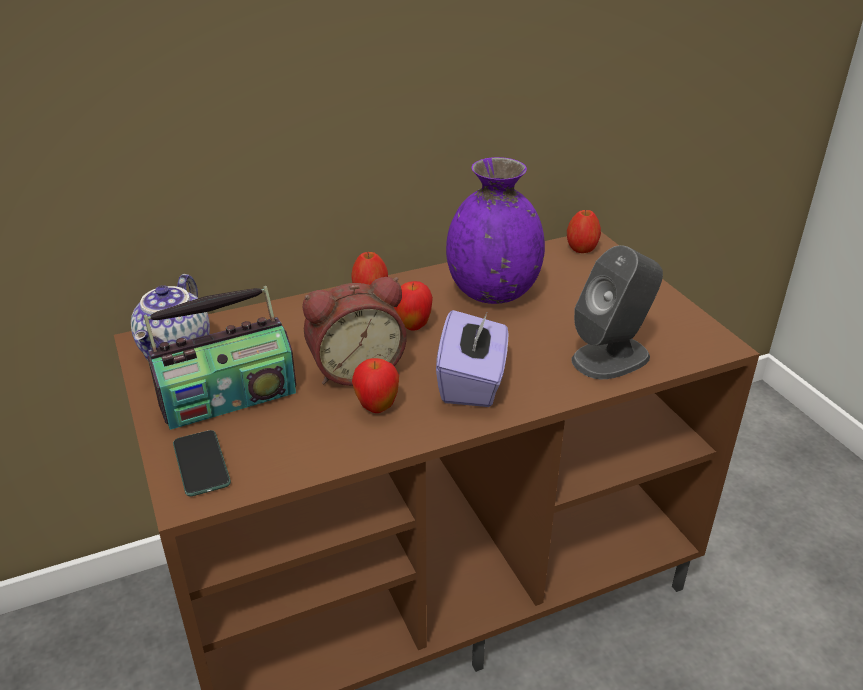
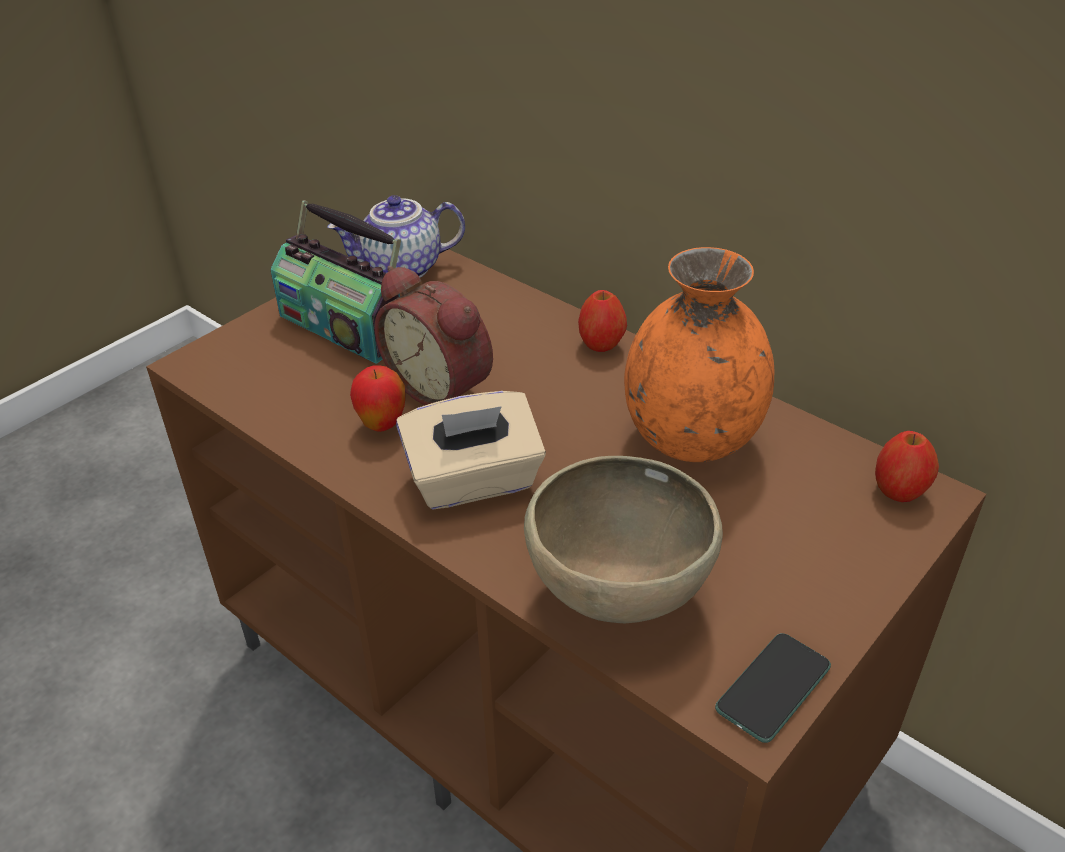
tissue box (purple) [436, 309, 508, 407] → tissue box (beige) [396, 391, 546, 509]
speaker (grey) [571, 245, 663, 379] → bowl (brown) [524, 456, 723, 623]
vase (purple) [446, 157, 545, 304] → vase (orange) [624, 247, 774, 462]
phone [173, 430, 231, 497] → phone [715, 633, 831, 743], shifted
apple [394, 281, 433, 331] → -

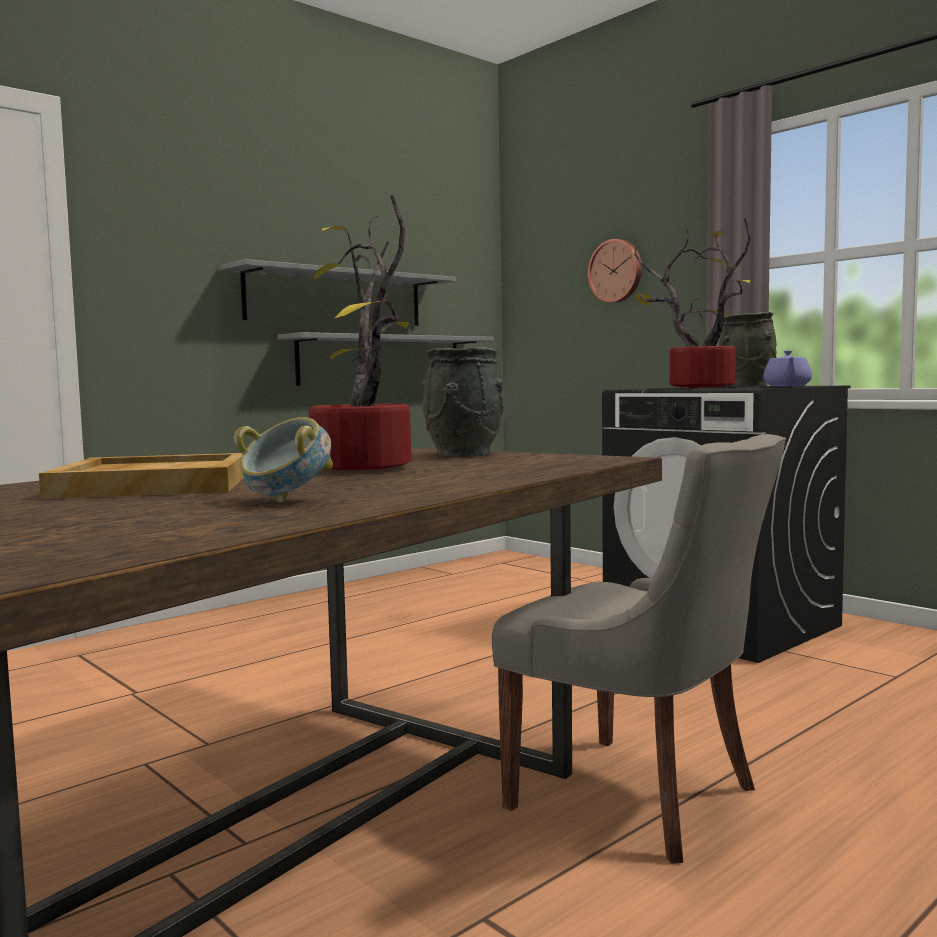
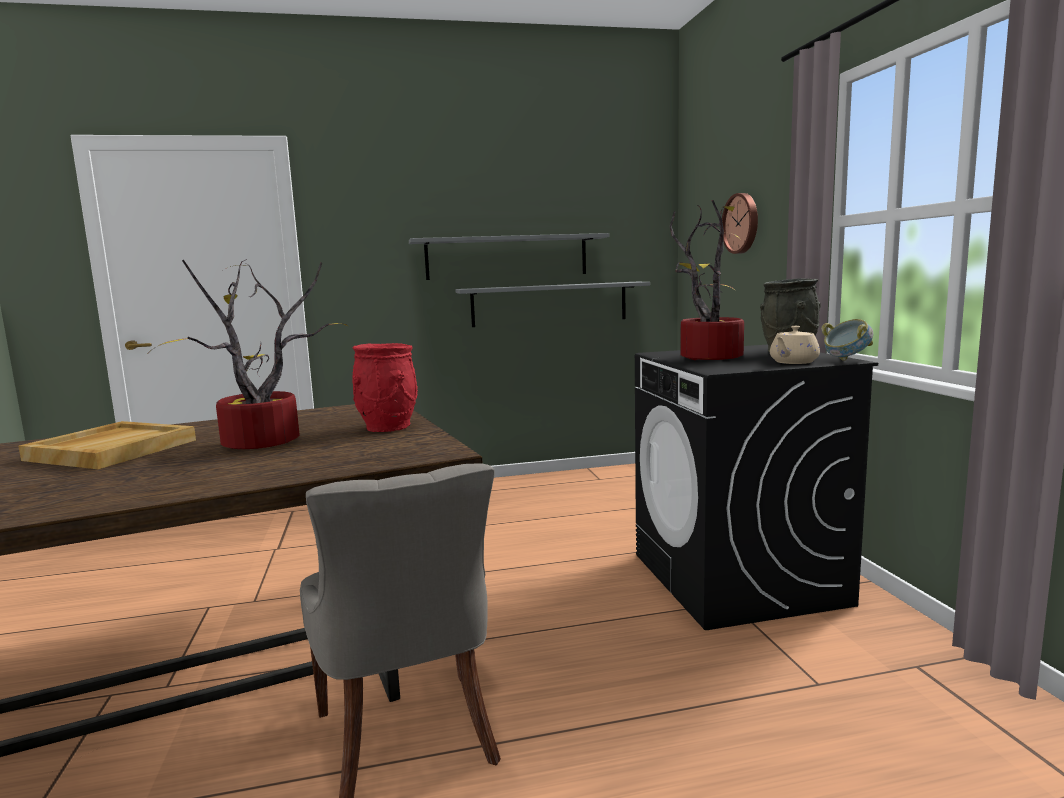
vase (grey) [422, 347, 504, 457] → vase (red) [352, 343, 418, 432]
teapot (purple) [763, 350, 812, 387] → teapot (beige) [770, 326, 820, 364]
bowl [234, 417, 333, 502] → bowl [821, 319, 873, 361], shifted

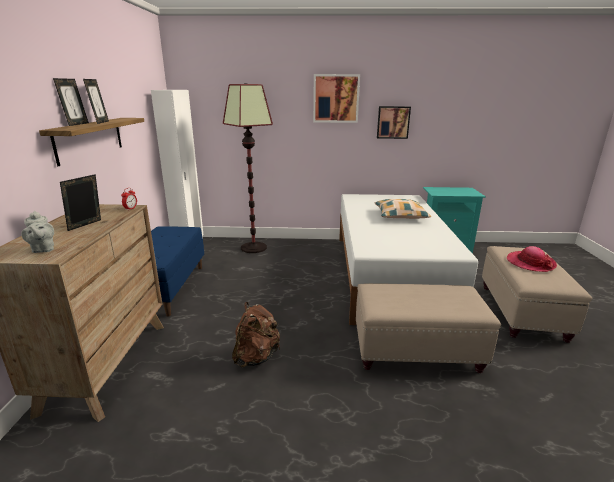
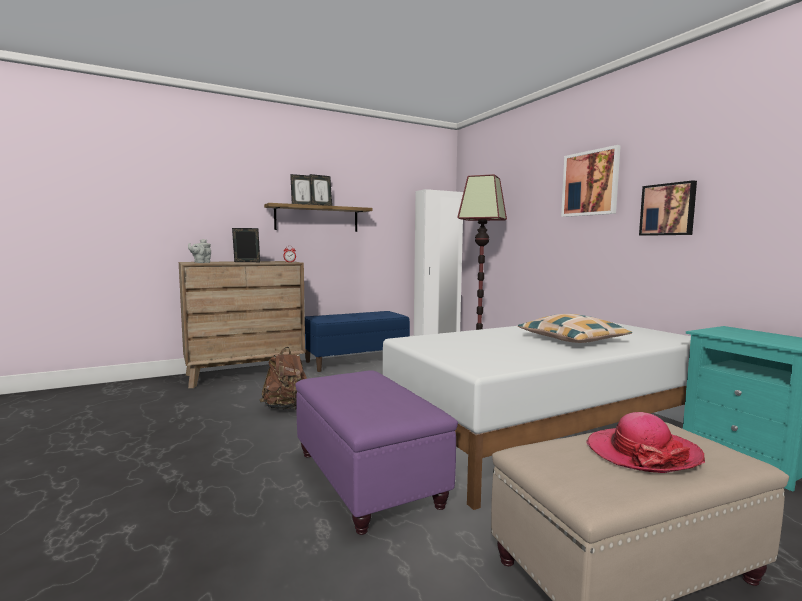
ottoman (beige) [356, 283, 501, 373] → ottoman (purple) [296, 370, 458, 535]

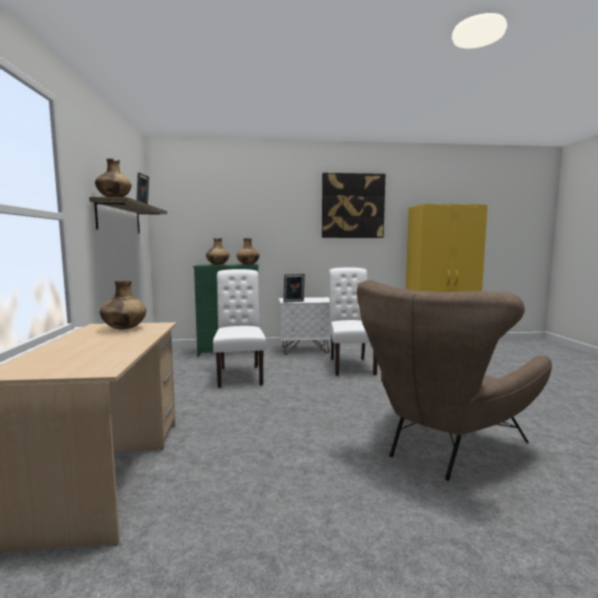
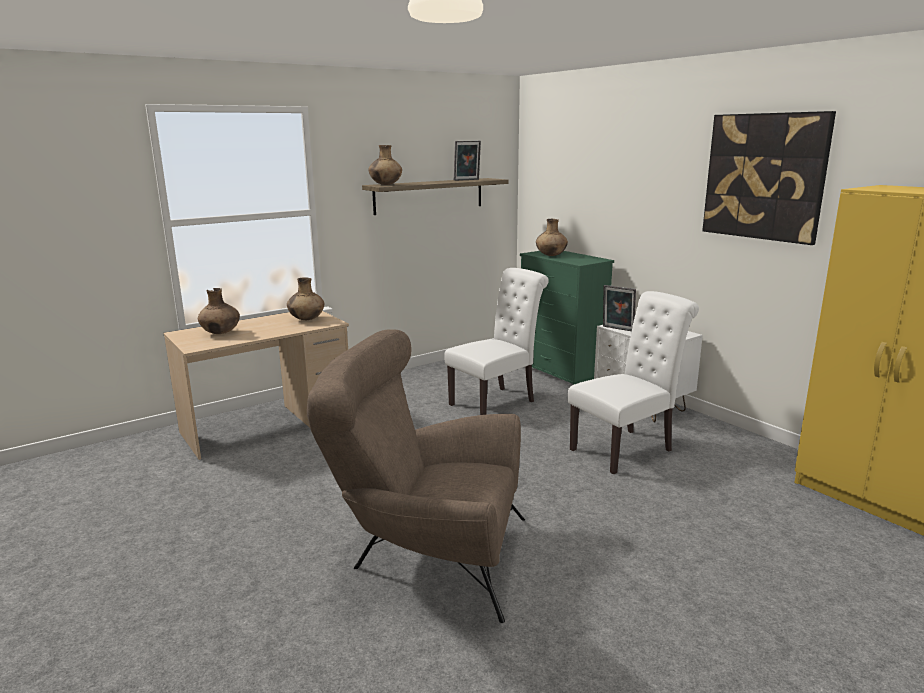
vase (brown) [236, 238, 260, 265] → vase (brown) [198, 288, 240, 334], shifted

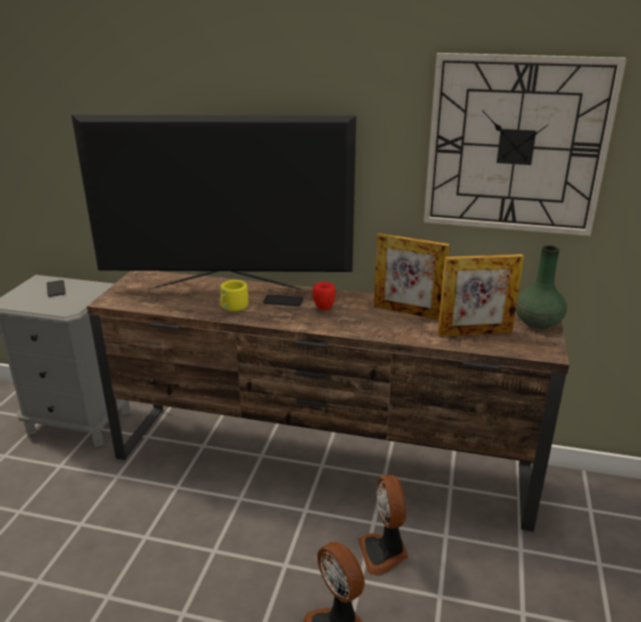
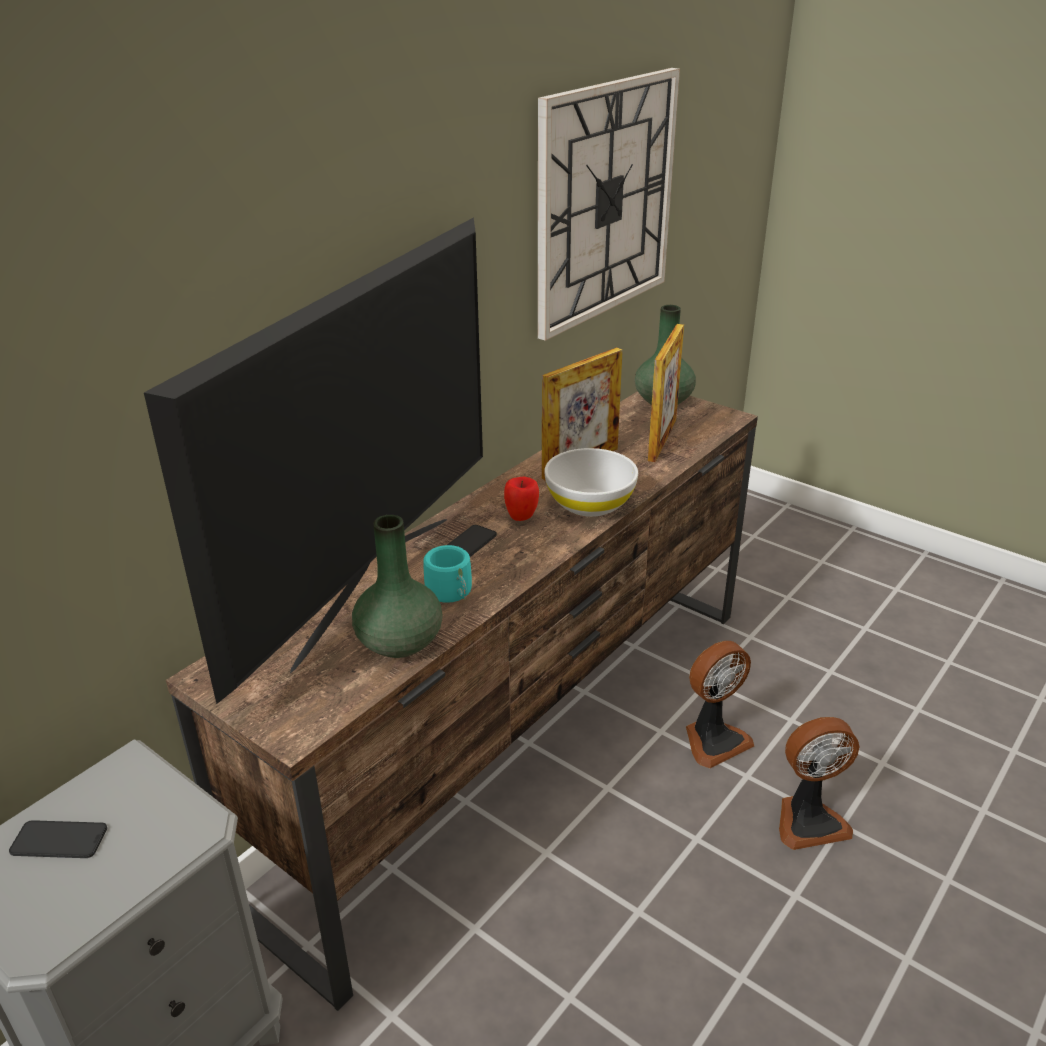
- → vase (green) [352, 515, 443, 658]
mug (yellow) [220, 280, 248, 311] → mug (turquoise) [423, 545, 472, 603]
- → bowl (white) [544, 448, 638, 517]
fan [358, 475, 408, 576] → fan [686, 641, 754, 768], 45 degrees counterclockwise

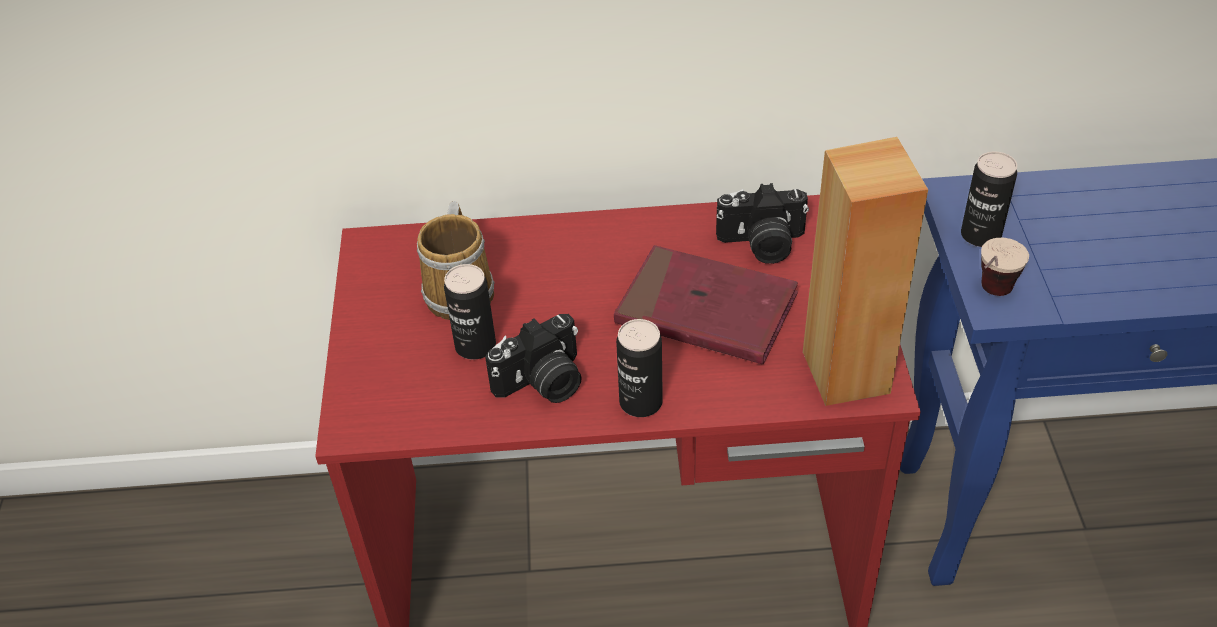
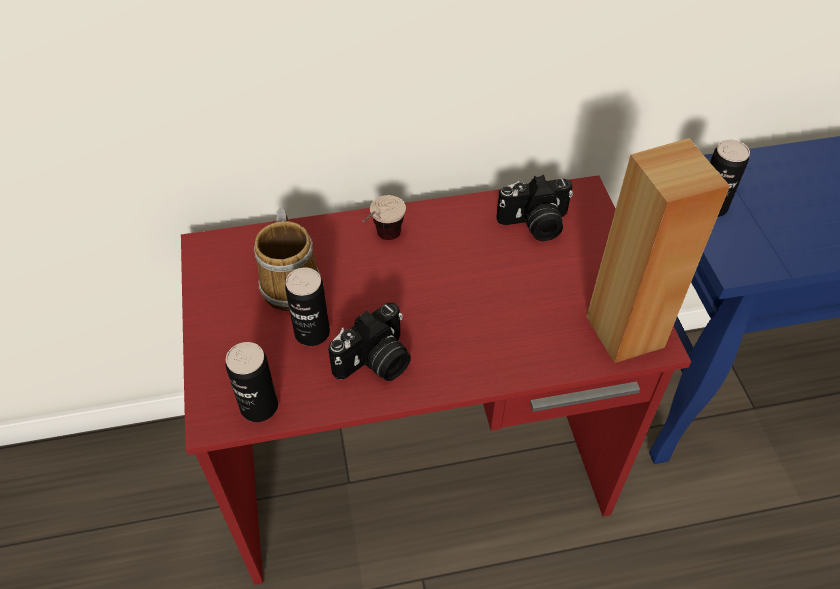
can [616, 319, 663, 417] → can [226, 342, 278, 422], shifted
cup [981, 238, 1029, 296] → cup [362, 195, 406, 240], shifted
book (red) [614, 245, 798, 364] → -

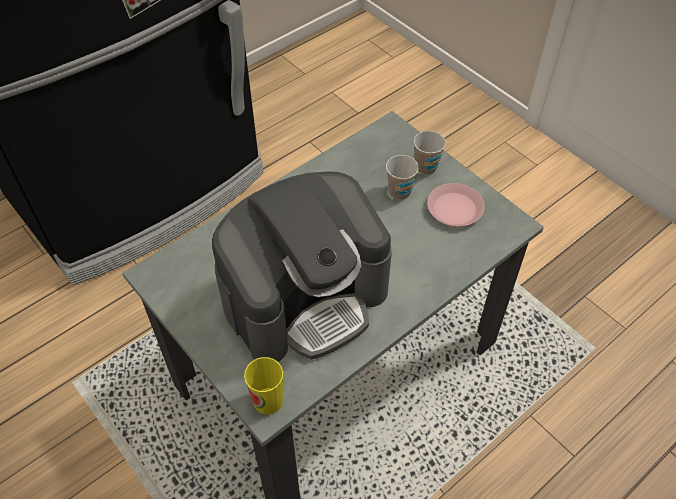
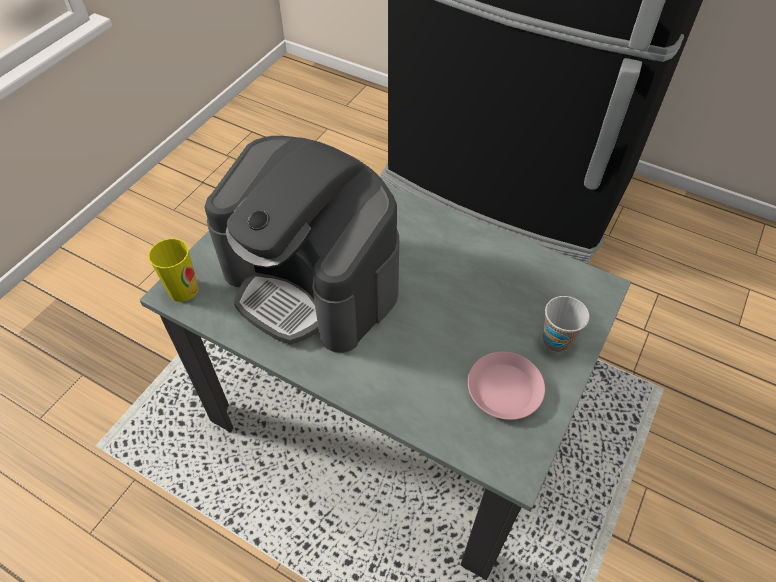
cup [386, 155, 419, 200] → -

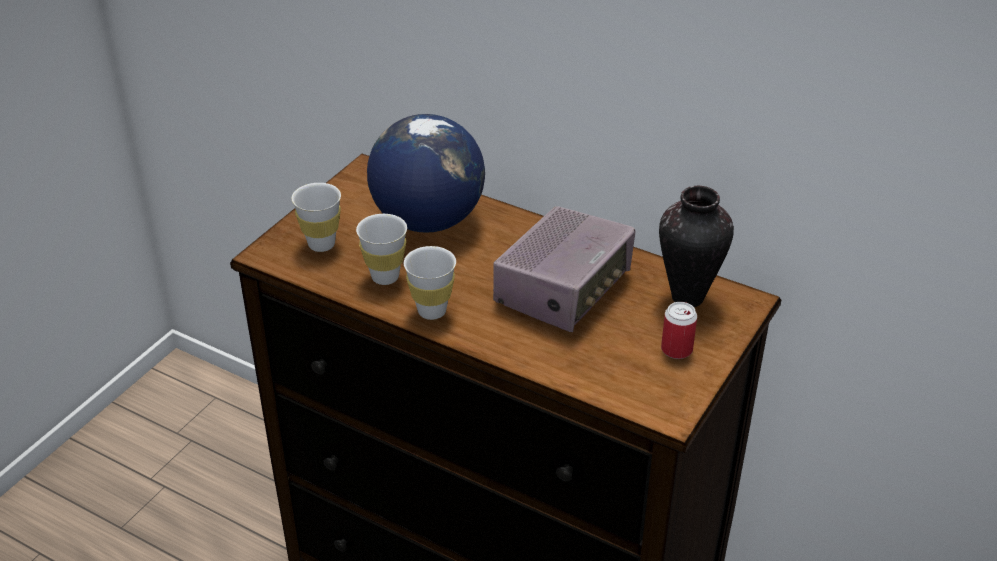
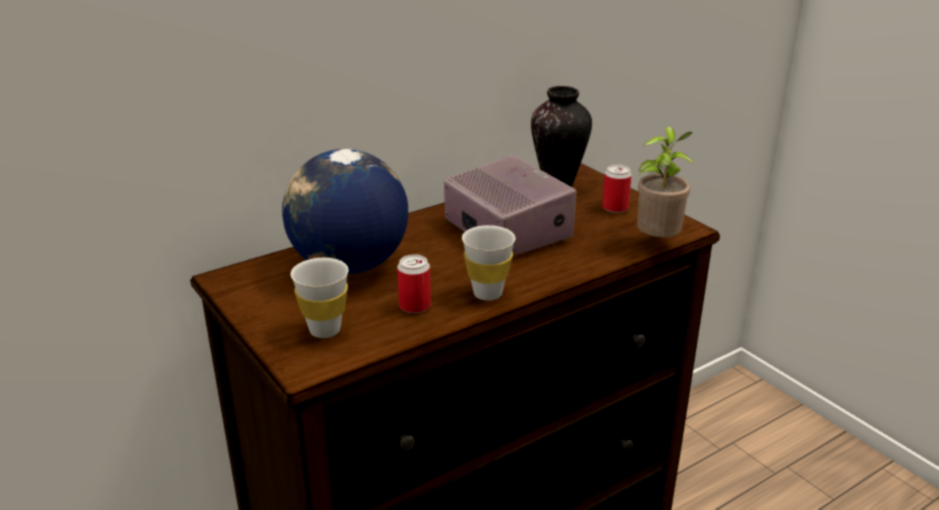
cup (white) [356, 214, 407, 285] → can [397, 254, 431, 313]
- → potted plant [637, 126, 695, 237]

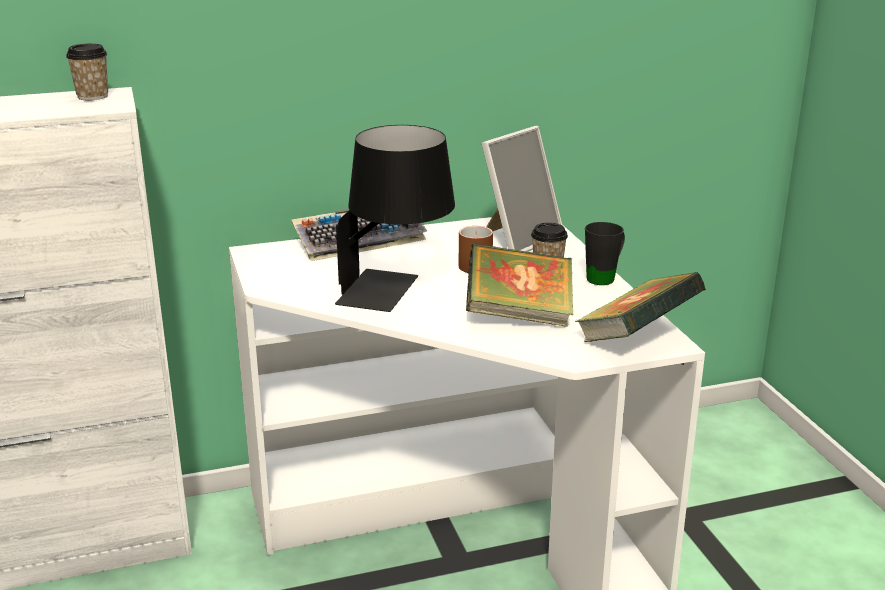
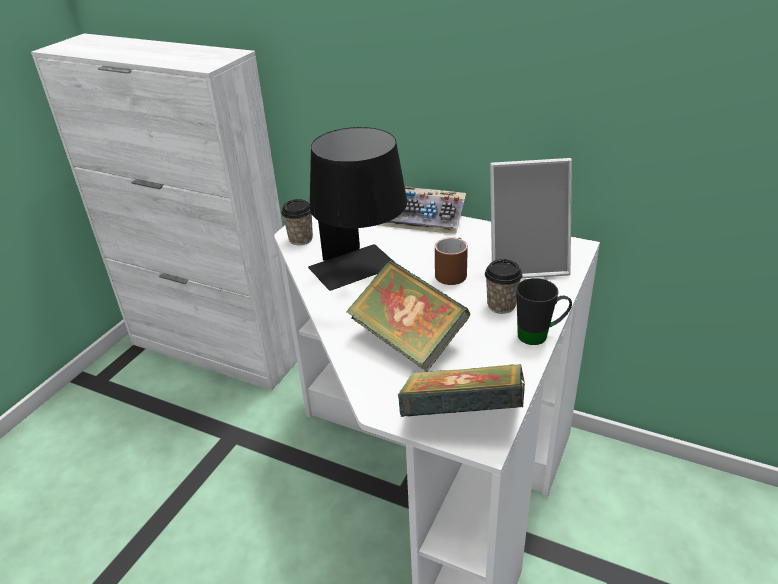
cup [66, 43, 108, 101] → cup [281, 199, 313, 245], shifted

